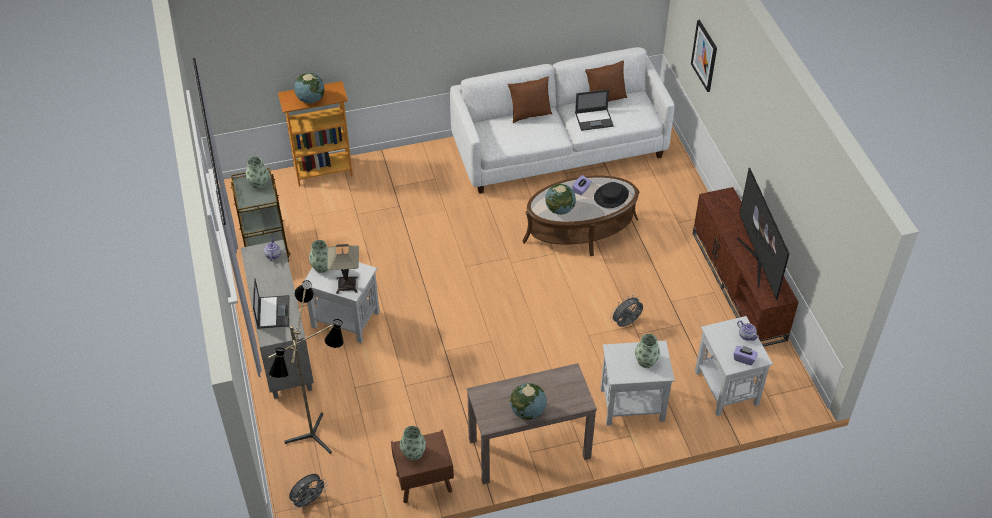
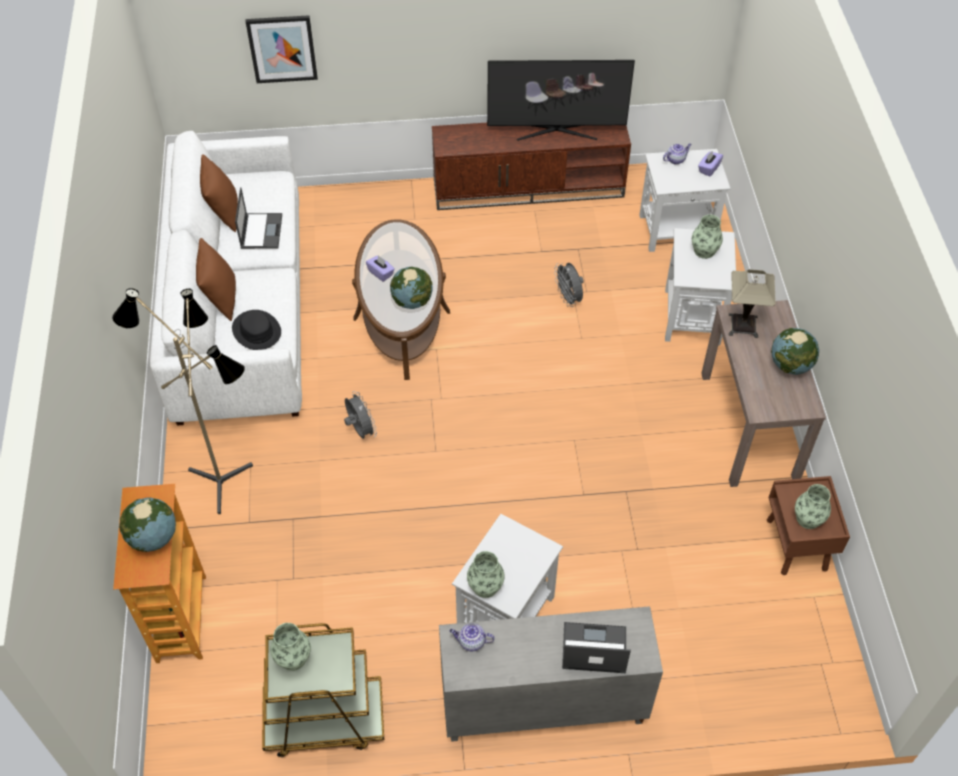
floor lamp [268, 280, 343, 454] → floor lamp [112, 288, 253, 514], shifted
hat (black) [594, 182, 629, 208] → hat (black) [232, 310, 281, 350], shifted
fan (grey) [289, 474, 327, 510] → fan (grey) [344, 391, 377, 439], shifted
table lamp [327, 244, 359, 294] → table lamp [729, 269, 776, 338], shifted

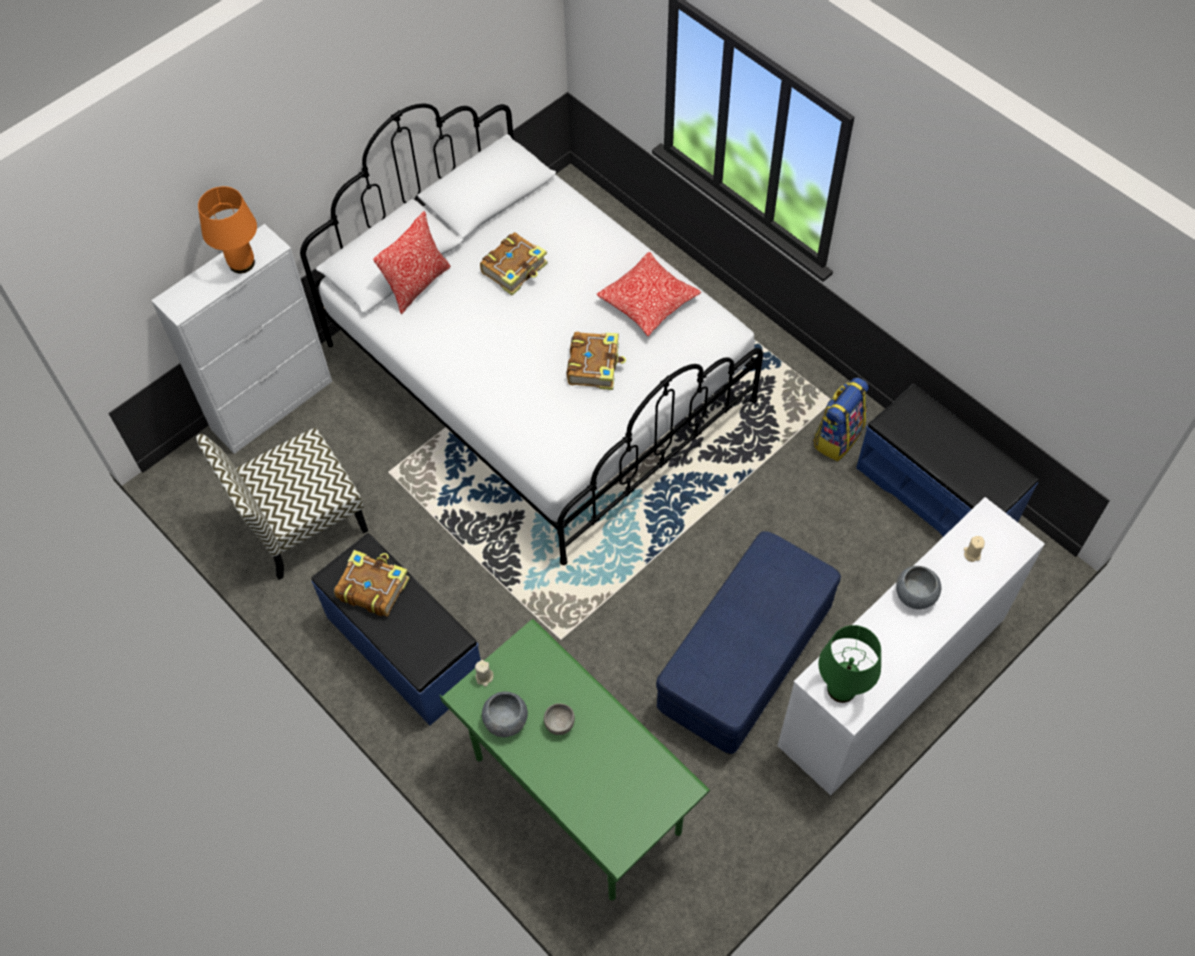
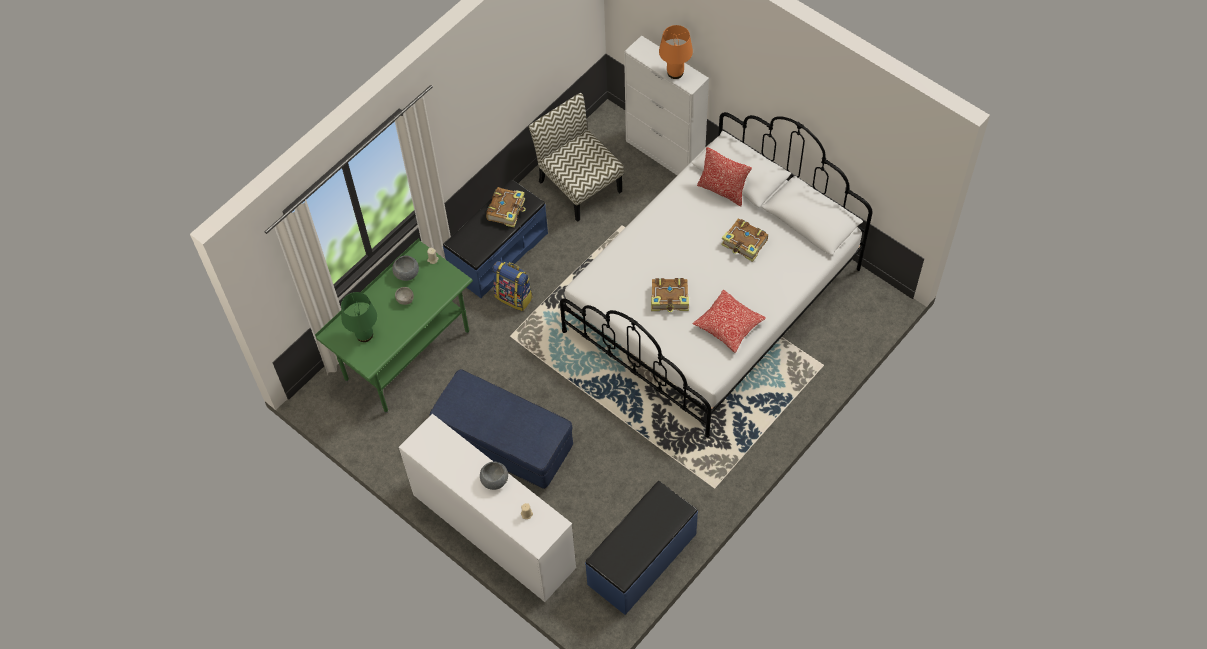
table lamp (green) [818, 625, 881, 703] → table lamp (green) [341, 292, 377, 342], shifted
backpack [814, 377, 869, 461] → backpack [492, 261, 533, 311], shifted

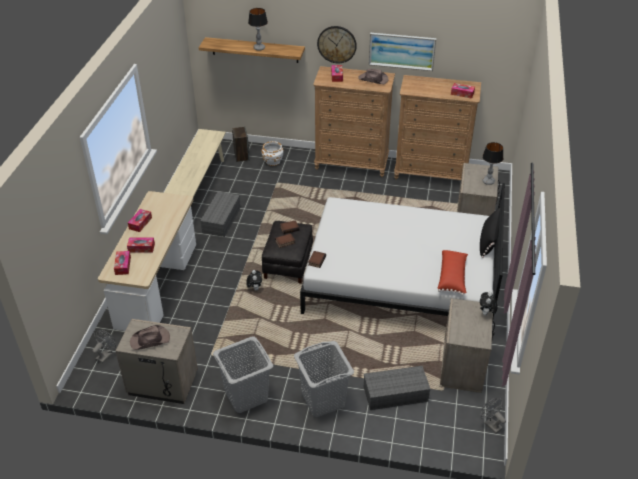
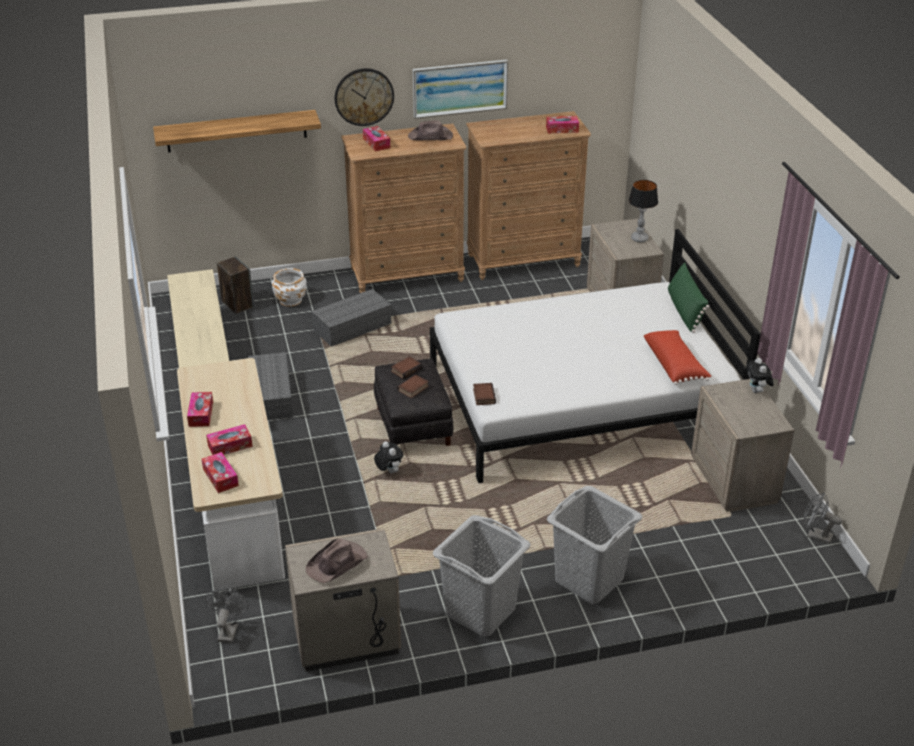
storage box (grey) [364, 366, 431, 410] → storage box (grey) [311, 289, 391, 347], shifted
pillow (black) [480, 208, 501, 258] → pillow (green) [668, 262, 709, 333]
table lamp [248, 8, 268, 51] → -

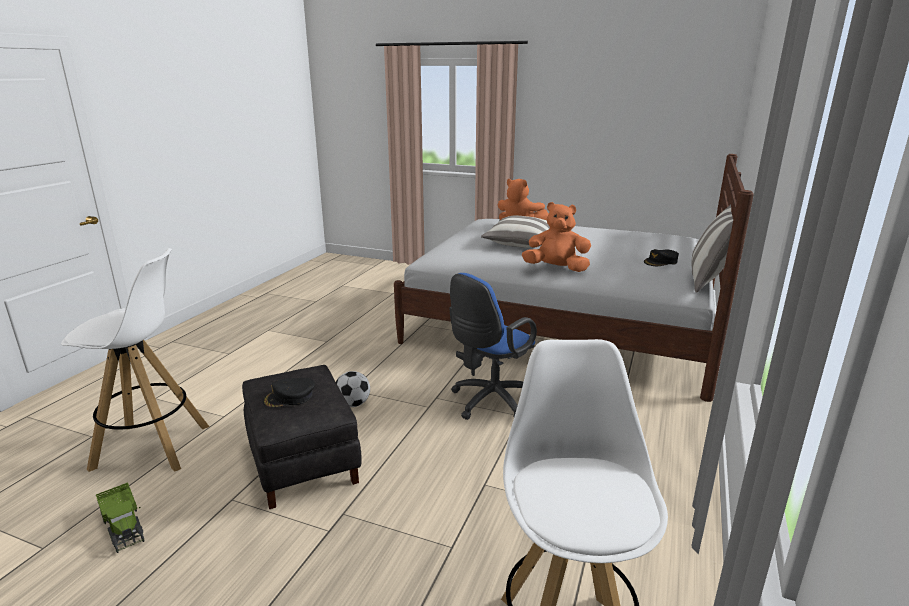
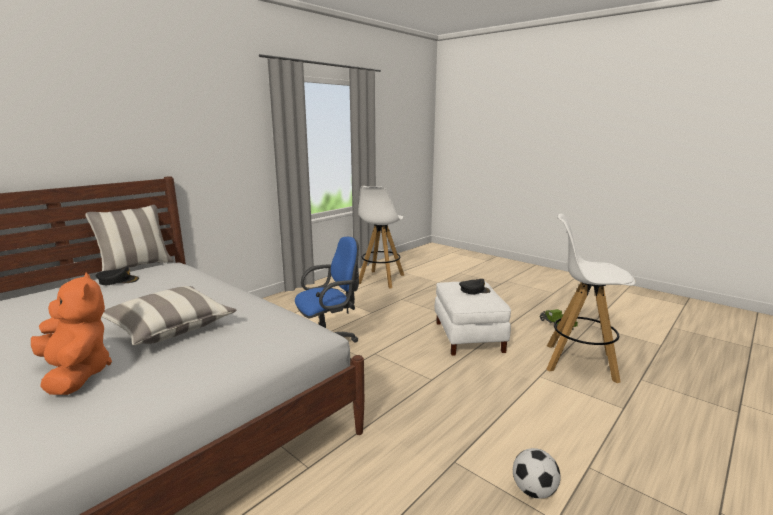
ottoman (black) [242, 365, 362, 509] → ottoman (white) [435, 281, 511, 356]
football [336, 371, 370, 407] → football [513, 448, 560, 499], shifted
plush toy (orange) [522, 202, 591, 272] → -

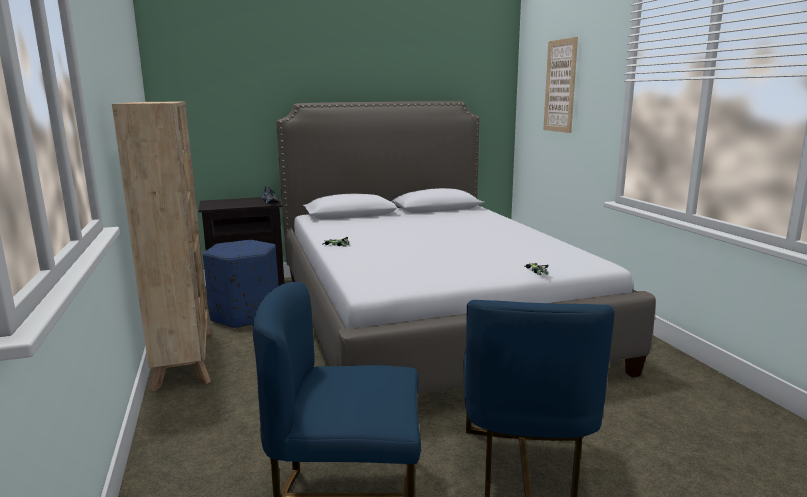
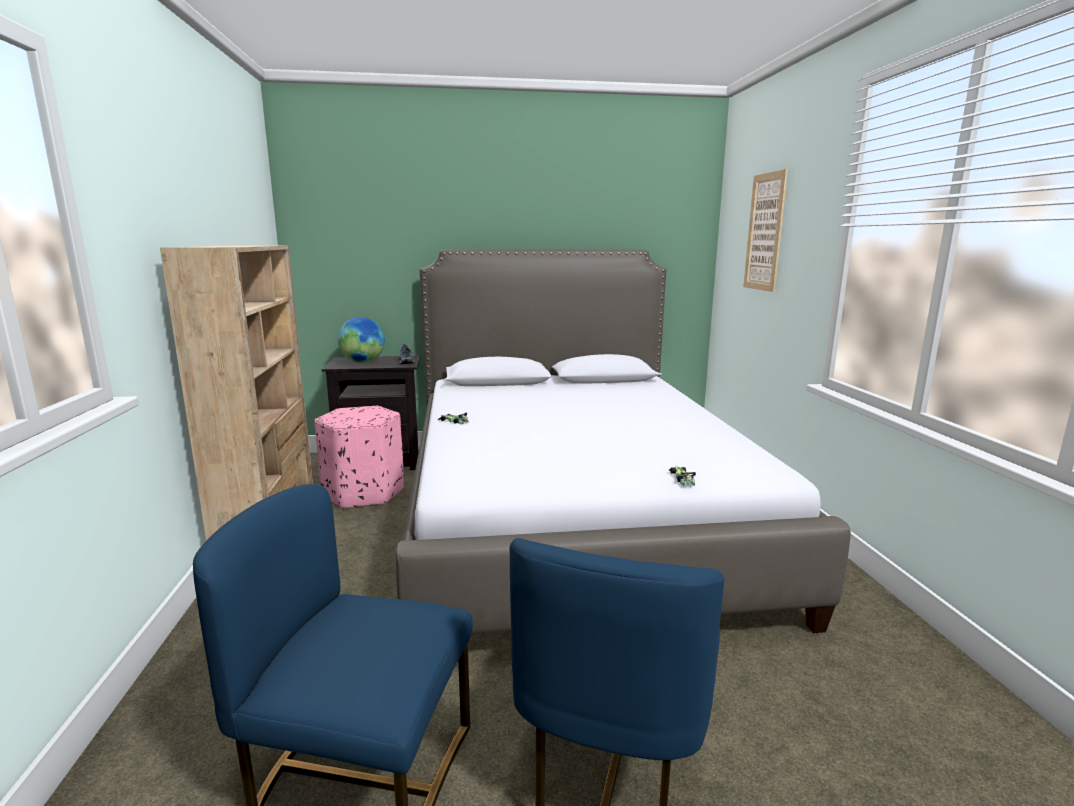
ottoman (blue) [203, 240, 278, 329] → ottoman (pink) [314, 406, 404, 509]
- → globe [337, 317, 385, 363]

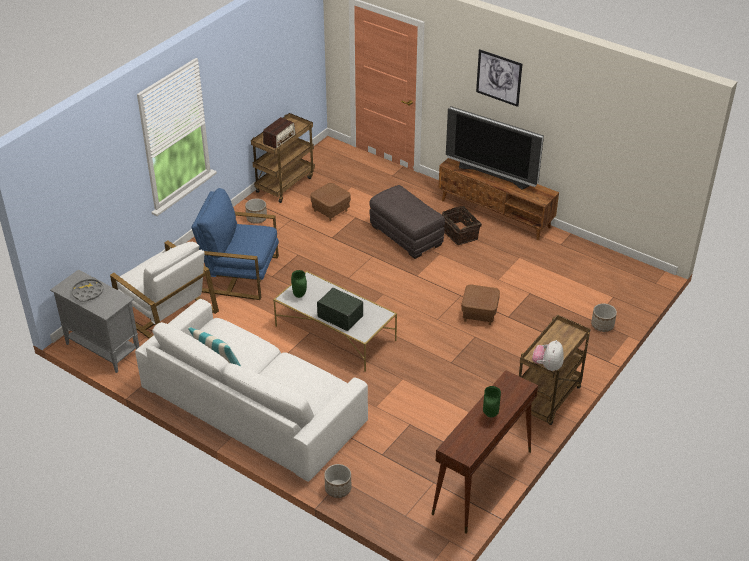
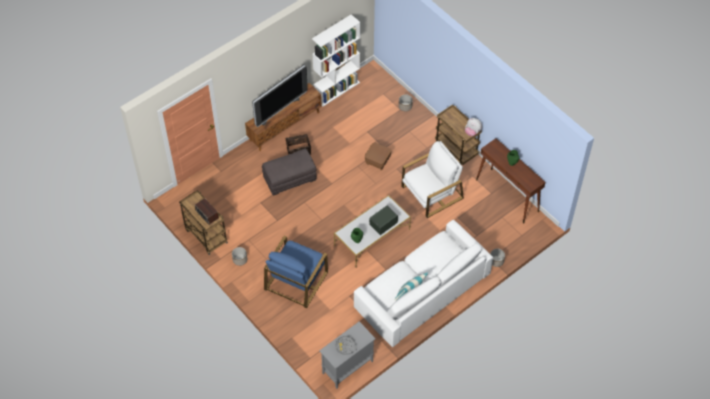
- → bookcase (white) [312, 14, 360, 106]
armchair (white) [110, 241, 219, 339] → armchair (white) [401, 141, 464, 218], shifted
ottoman (brown) [310, 183, 351, 221] → -
picture [476, 49, 522, 107] → -

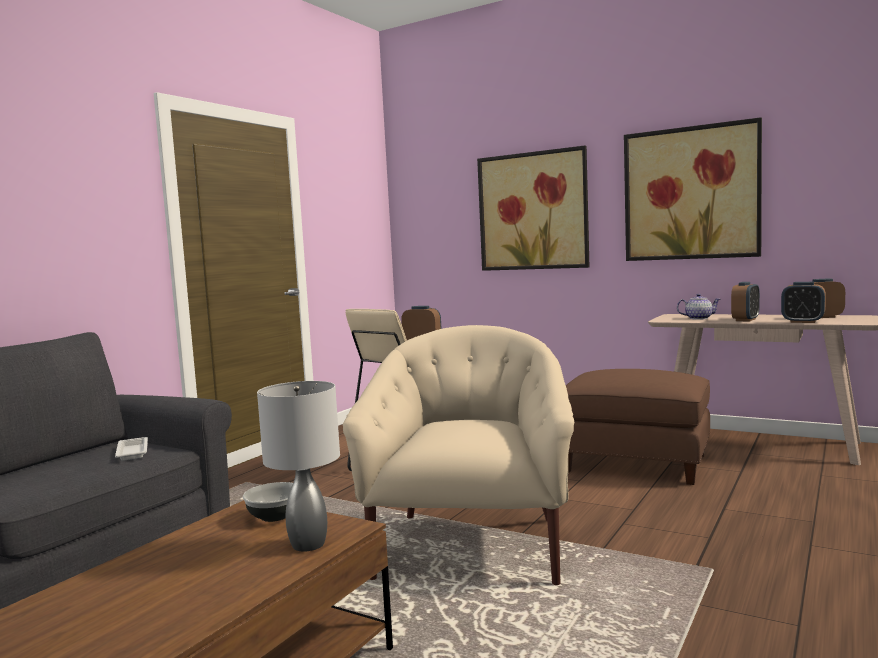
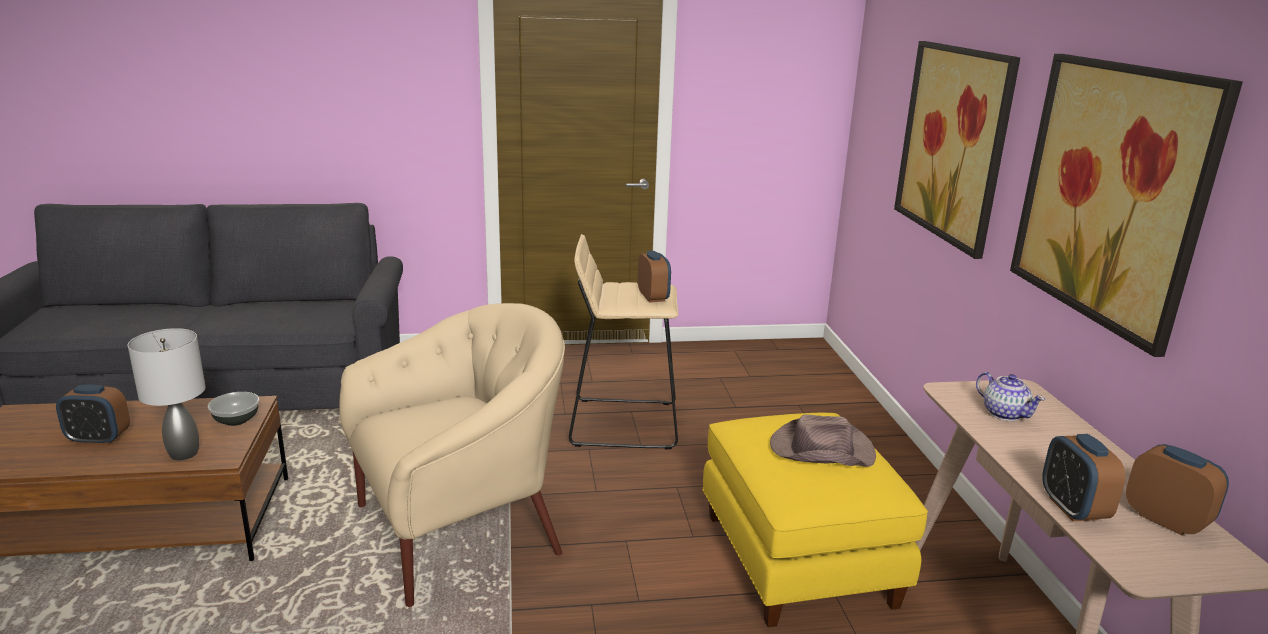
alarm clock [731, 282, 760, 322] → alarm clock [56, 385, 130, 445], shifted
ottoman (brown) [566, 369, 710, 485] → ottoman (yellow) [703, 413, 928, 627]
- → hat (brown) [770, 414, 876, 467]
tray (white) [115, 437, 148, 461] → -

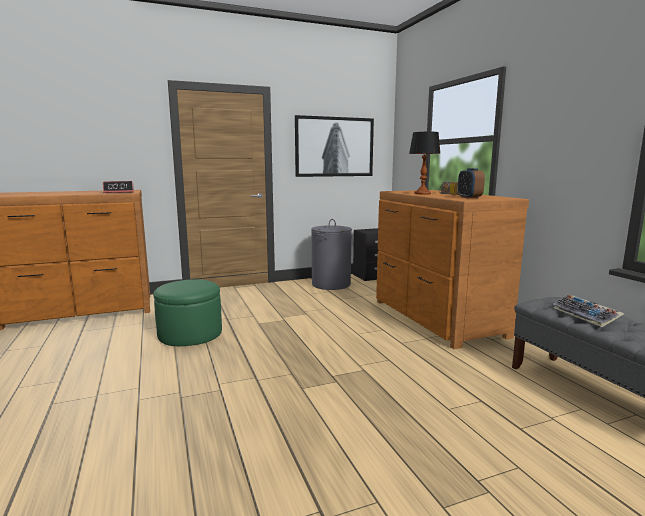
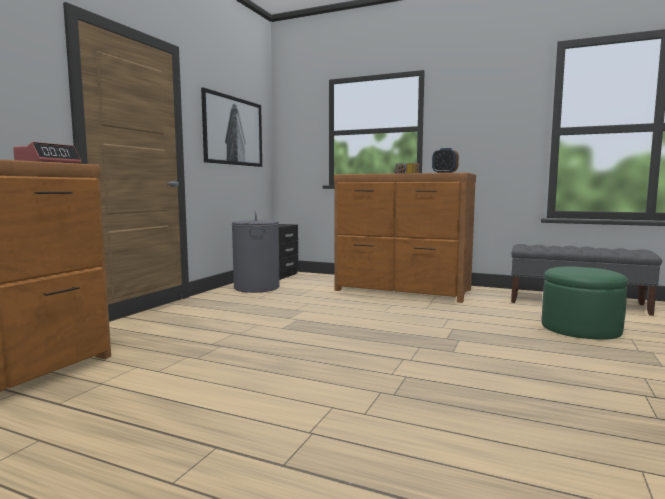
ottoman (green) [154, 279, 222, 346] → ottoman (green) [542, 267, 628, 340], shifted
table lamp [409, 132, 441, 195] → -
keyboard [553, 294, 625, 327] → -

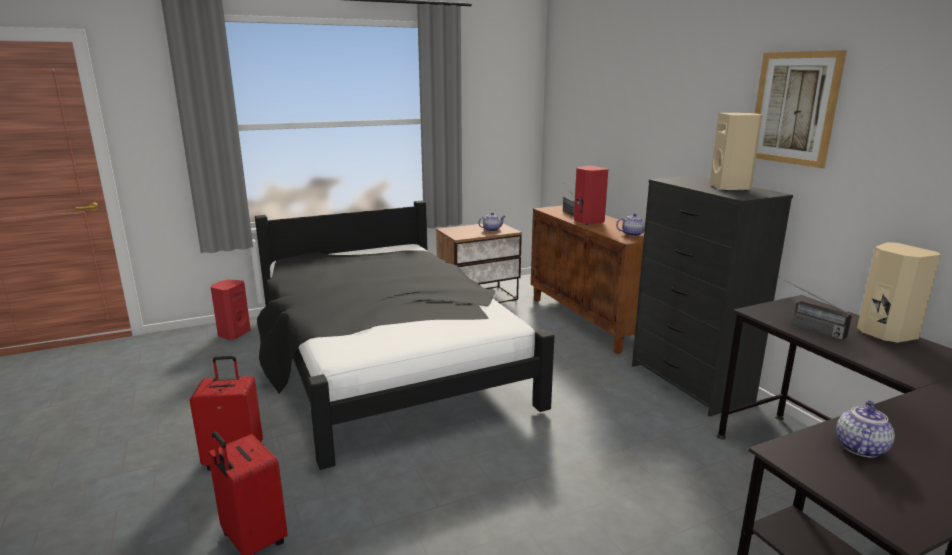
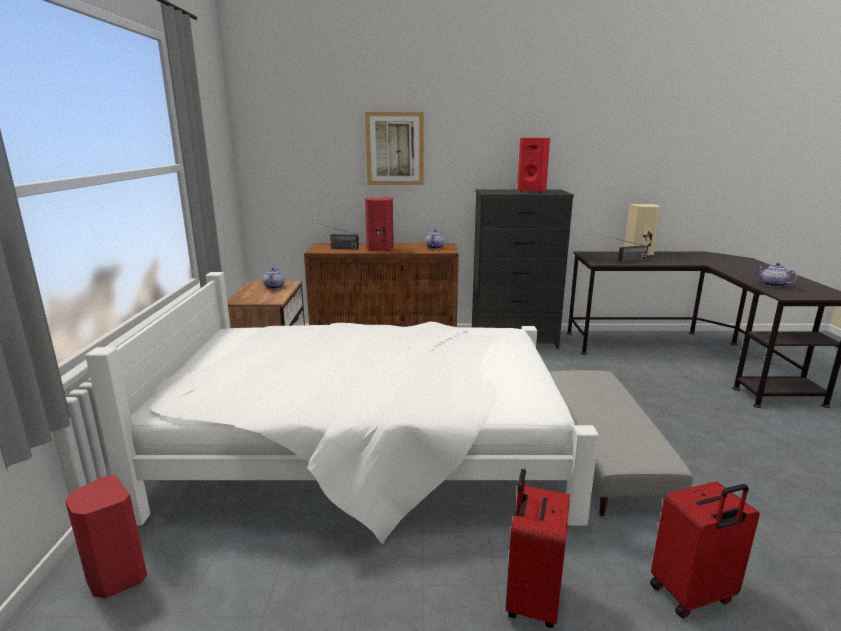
bed (black) [255, 201, 554, 470] → bed (white) [85, 272, 599, 544]
picture [755, 50, 847, 168] → picture [365, 112, 423, 185], shifted
speaker (beige) [710, 113, 762, 191] → speaker (red) [517, 138, 550, 193]
- → ottoman (grey) [550, 370, 693, 517]

